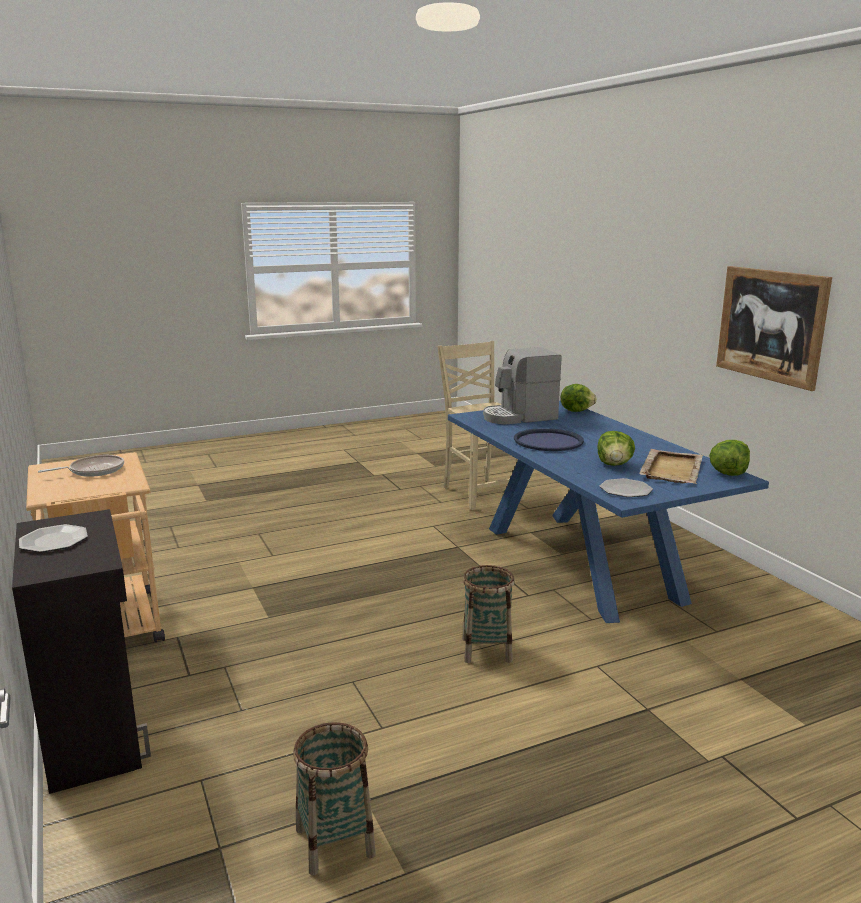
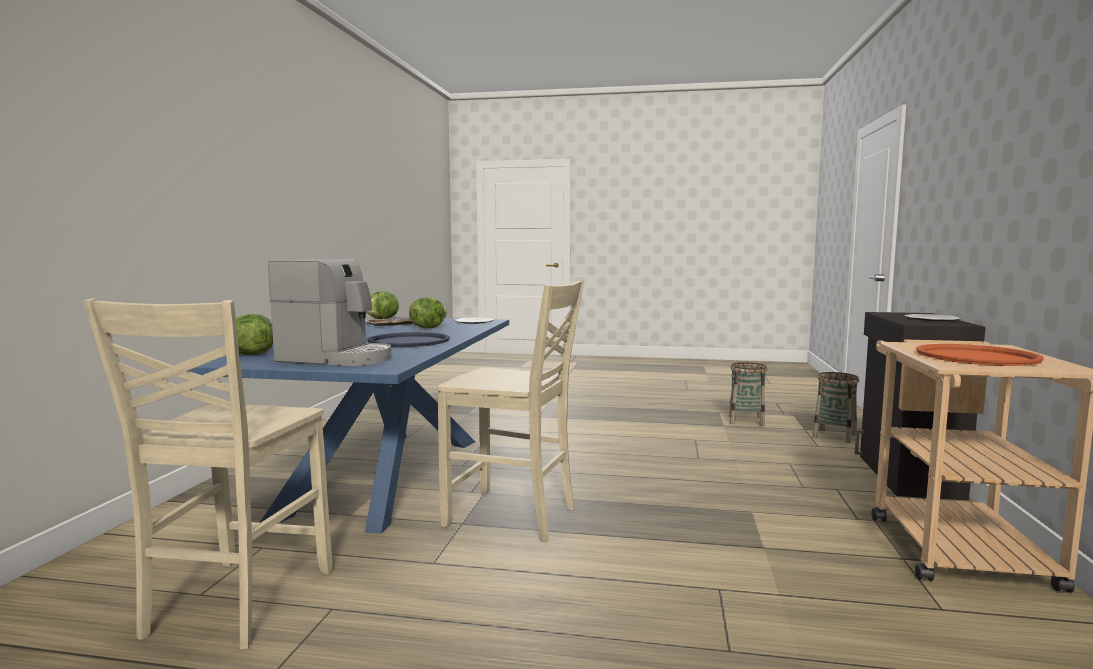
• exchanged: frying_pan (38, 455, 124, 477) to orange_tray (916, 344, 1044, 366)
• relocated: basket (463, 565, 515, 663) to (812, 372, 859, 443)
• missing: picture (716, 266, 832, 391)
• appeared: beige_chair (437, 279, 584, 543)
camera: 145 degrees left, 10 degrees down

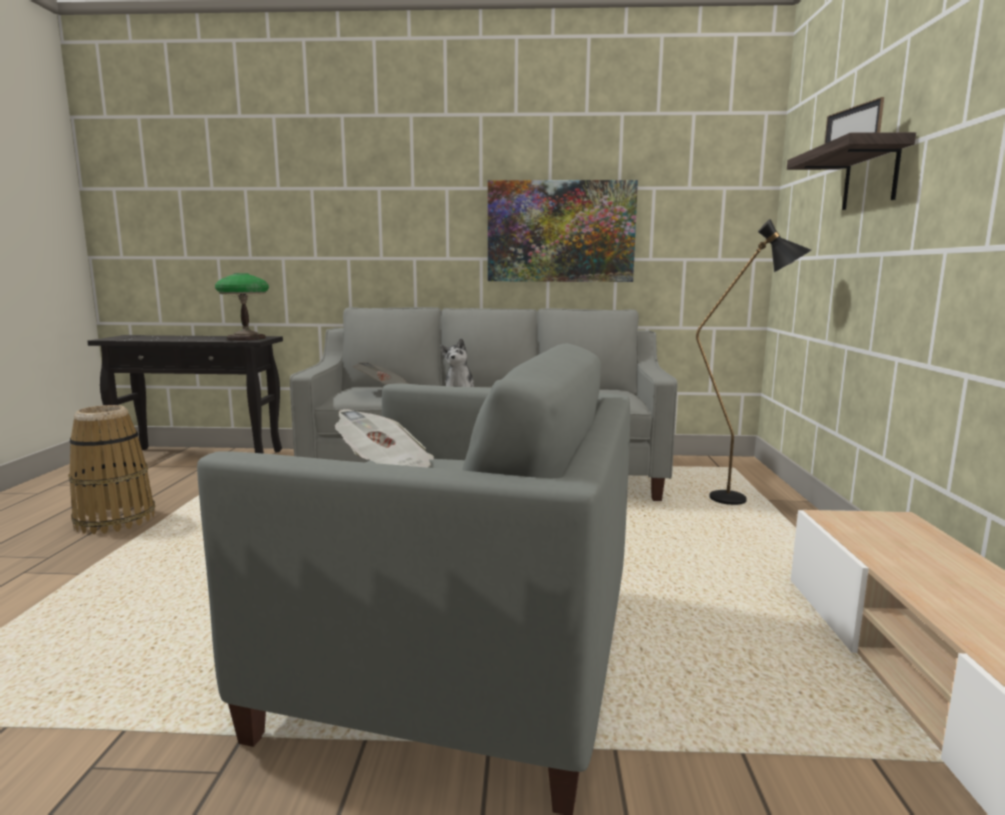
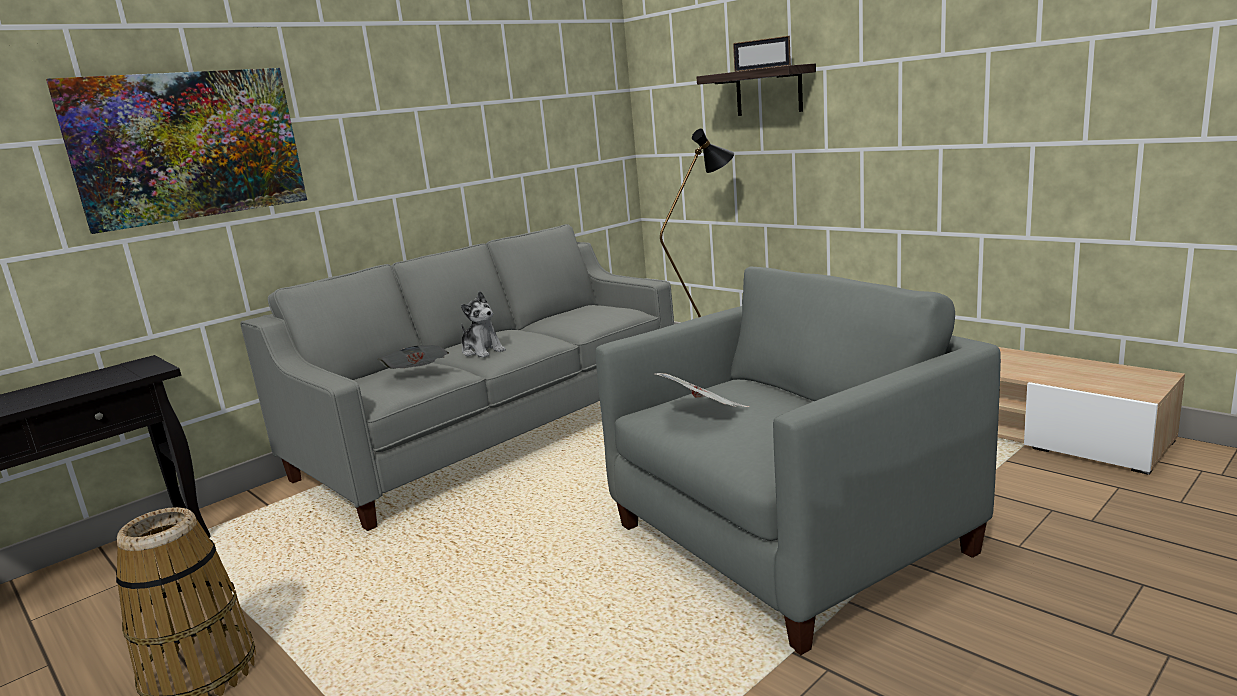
• missing: table_lamp (215, 273, 269, 341)
• relocated: picture (488, 180, 638, 282) to (46, 68, 307, 234)
camera: 45 degrees left, 5 degrees up

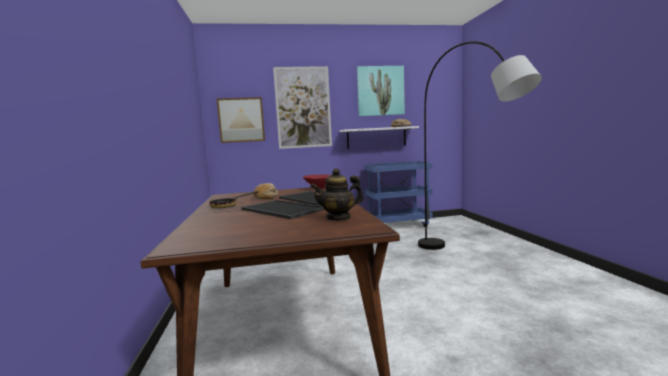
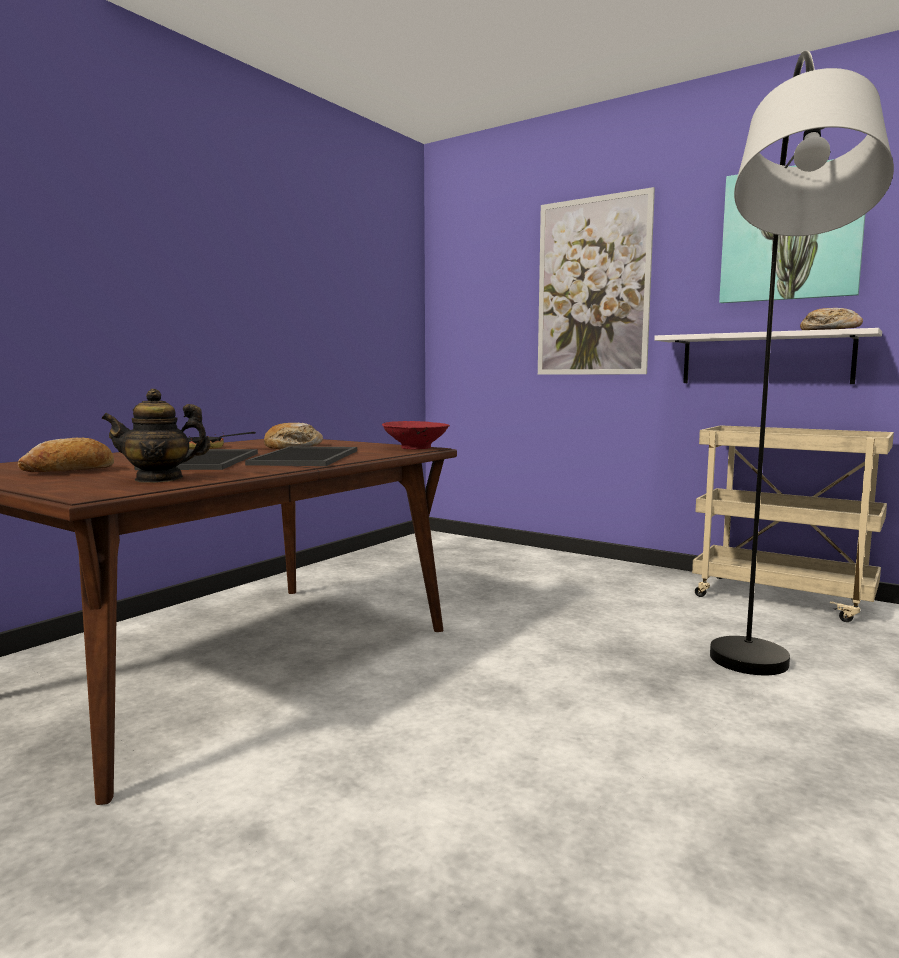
• missing: picture (217, 97, 265, 143)
• spun: teapot (310, 168, 364, 221) = (101, 389, 211, 483) 45 degrees counterclockwise
• colour: blue_cart (365, 161, 433, 227) to beige_cart (692, 425, 894, 622)
• appeared: bread (18, 437, 114, 472)
camera: 45 degrees right, 0 degrees up

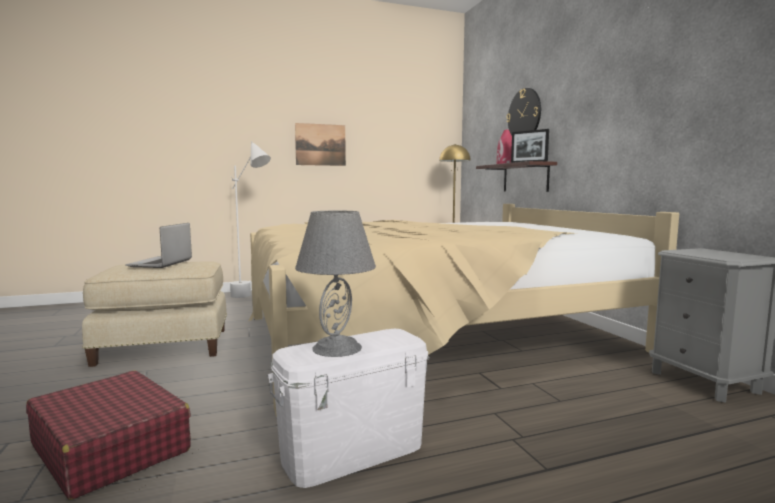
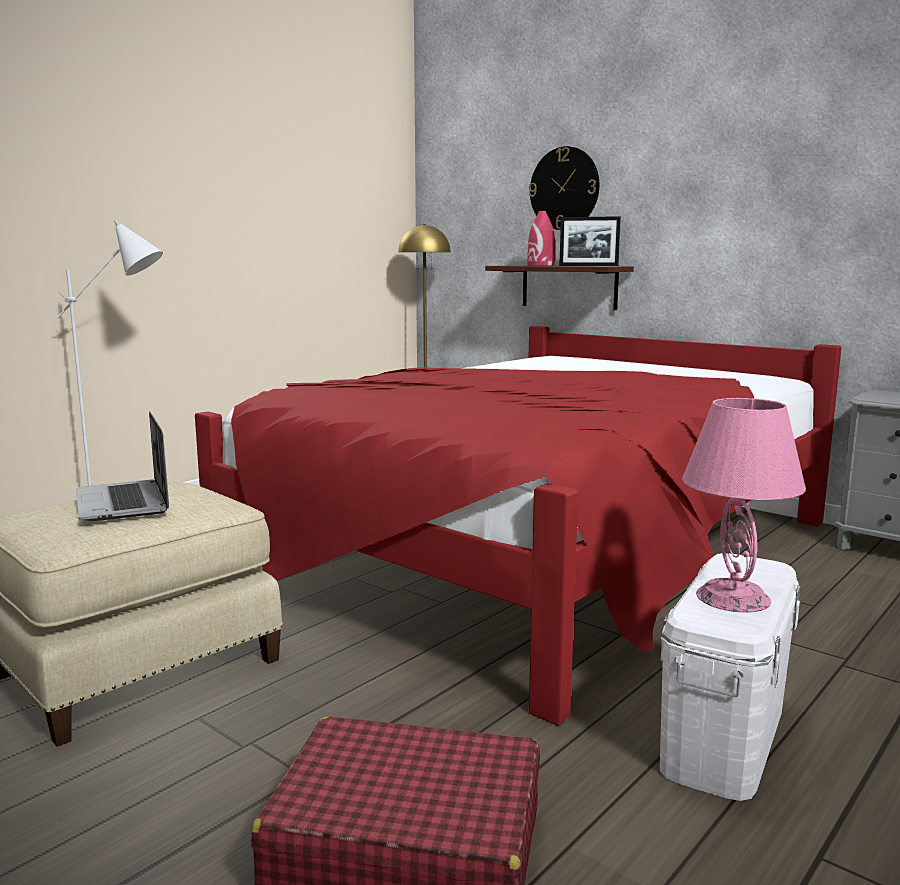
• colour: beige_bed (249, 204, 679, 417) to red_bed (195, 326, 842, 726)
• missing: picture (295, 123, 346, 166)
• colour: grey_table_lamp (295, 211, 376, 357) to pink_table_lamp (682, 398, 806, 612)
camera: 30 degrees left, 5 degrees up

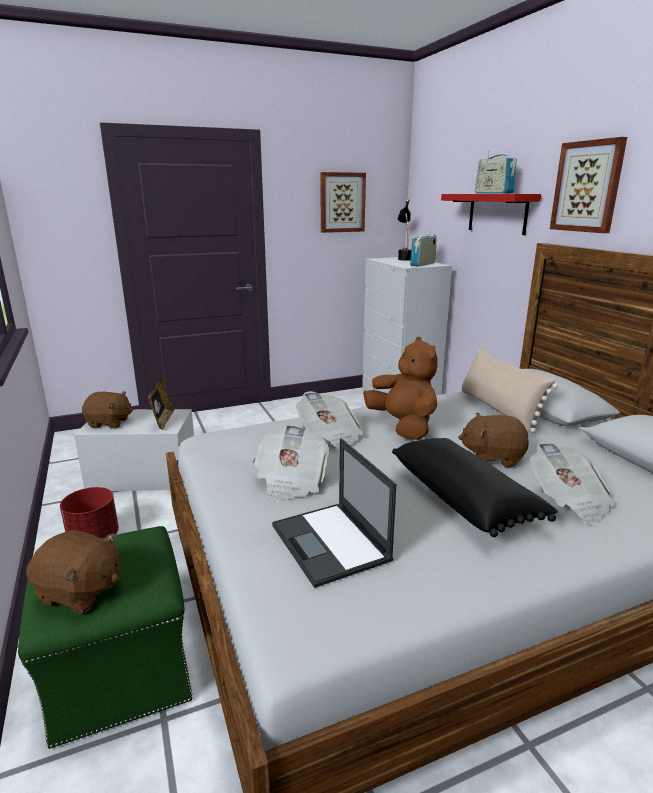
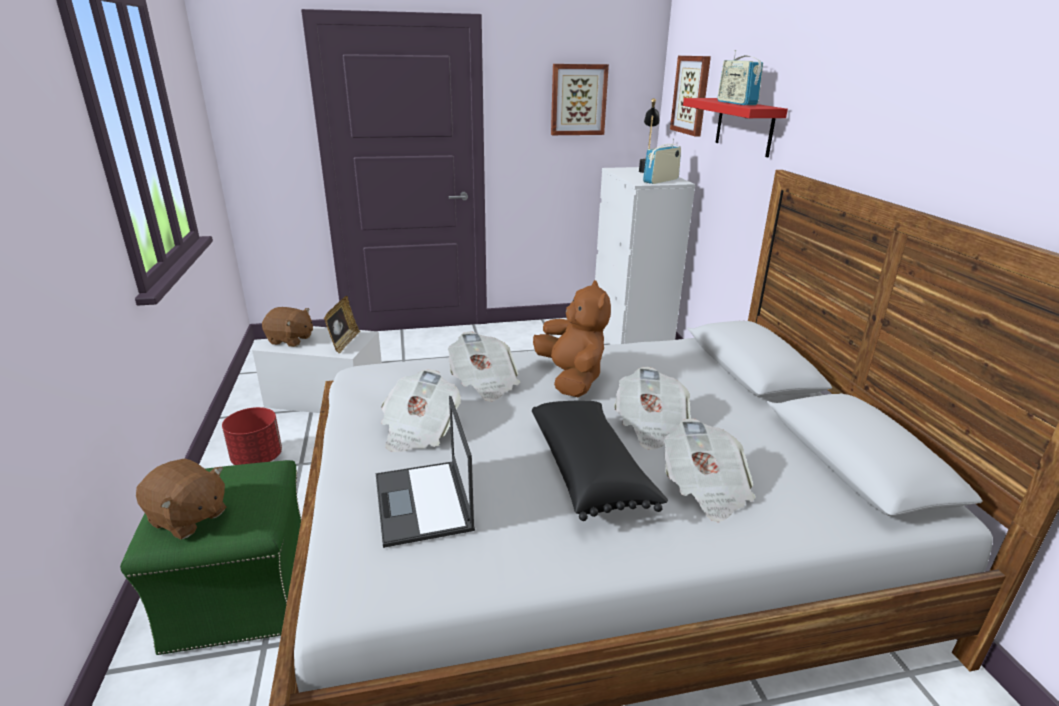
• exchanged: brown_plush_toy (458, 412, 529, 468) to newspaper (614, 367, 691, 450)
• missing: beige_pillow (461, 348, 558, 433)
• relocated: picture (550, 137, 627, 233) to (670, 56, 711, 136)
camera: 10 degrees right, 5 degrees up

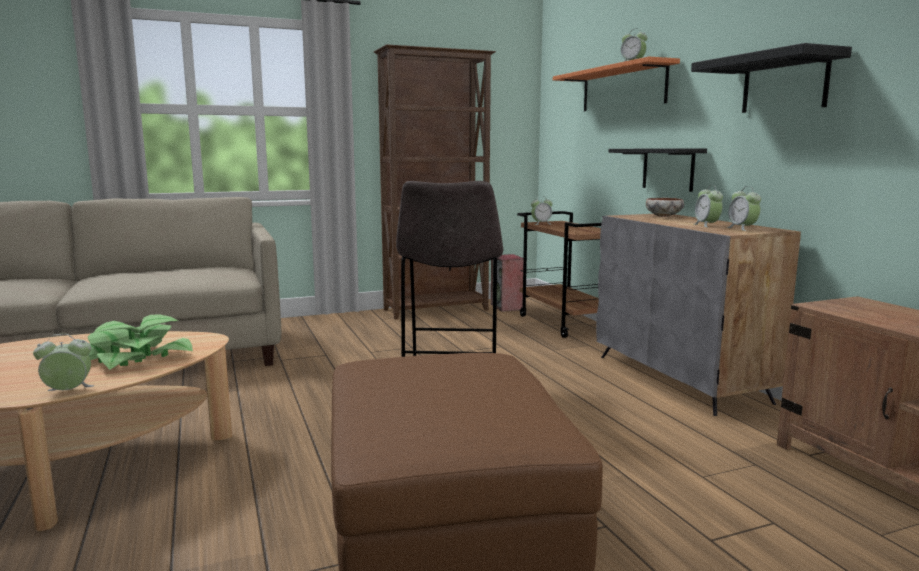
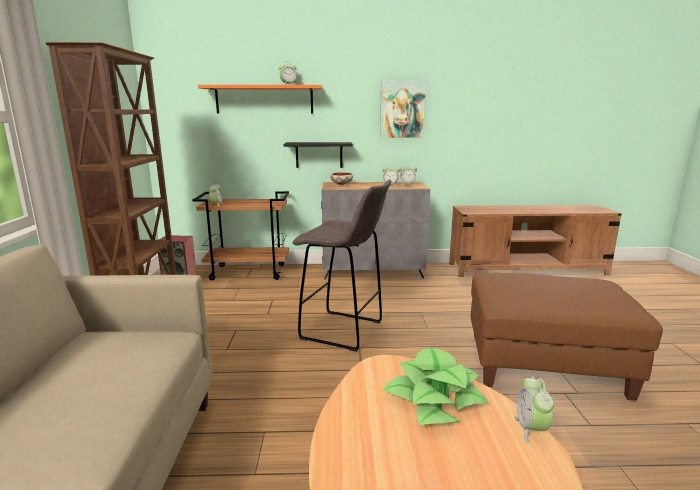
• exchanged: black_shelf (691, 43, 852, 113) to picture (380, 80, 426, 138)
camera: 70 degrees left, 5 degrees up

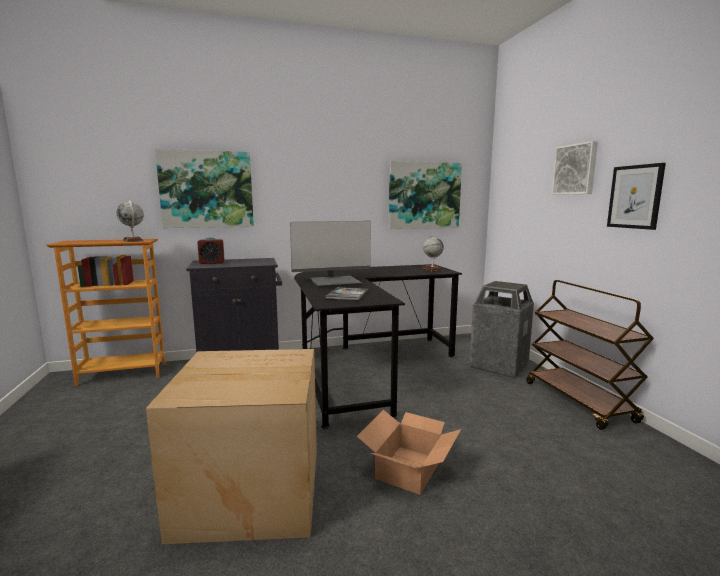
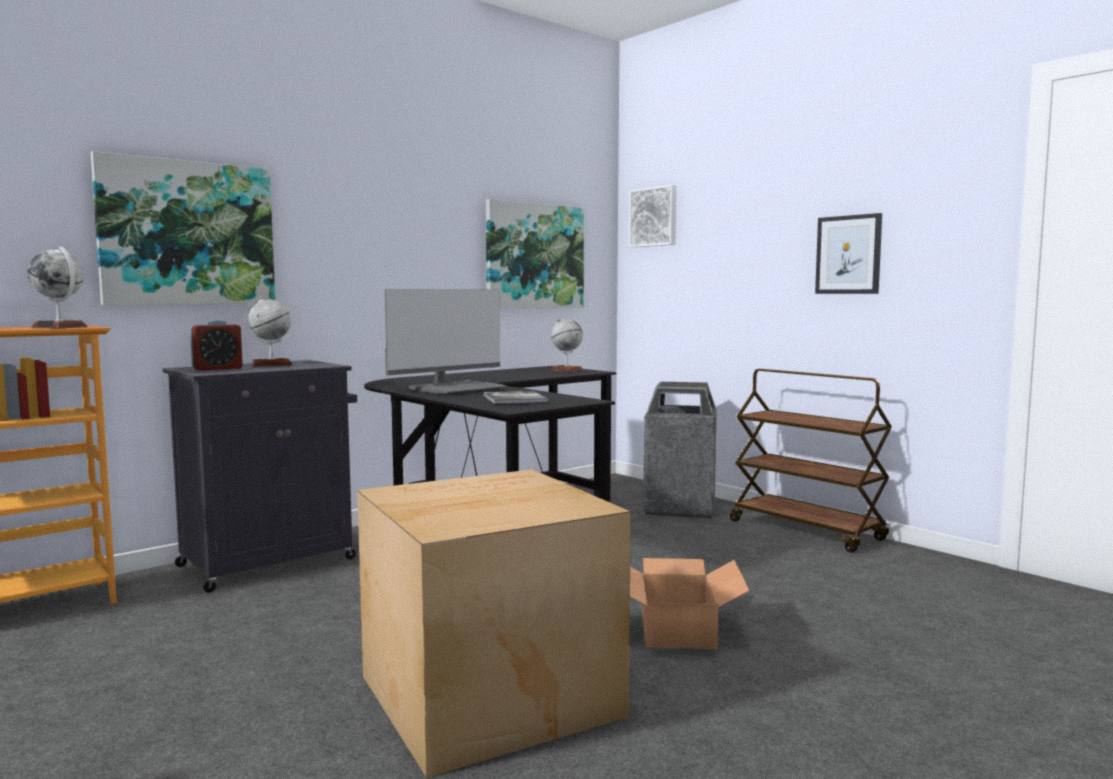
• relocated: picture (552, 141, 598, 195) to (629, 185, 677, 247)
• appeared: globe (244, 297, 293, 367)
camera: 25 degrees left, 5 degrees down

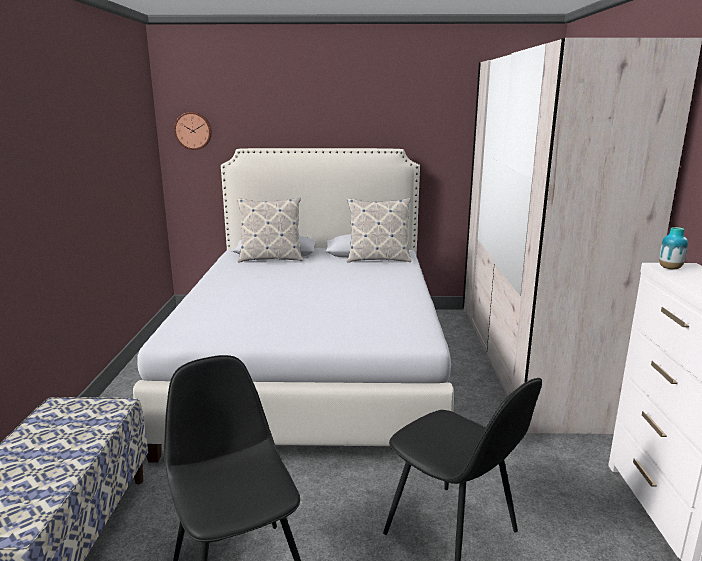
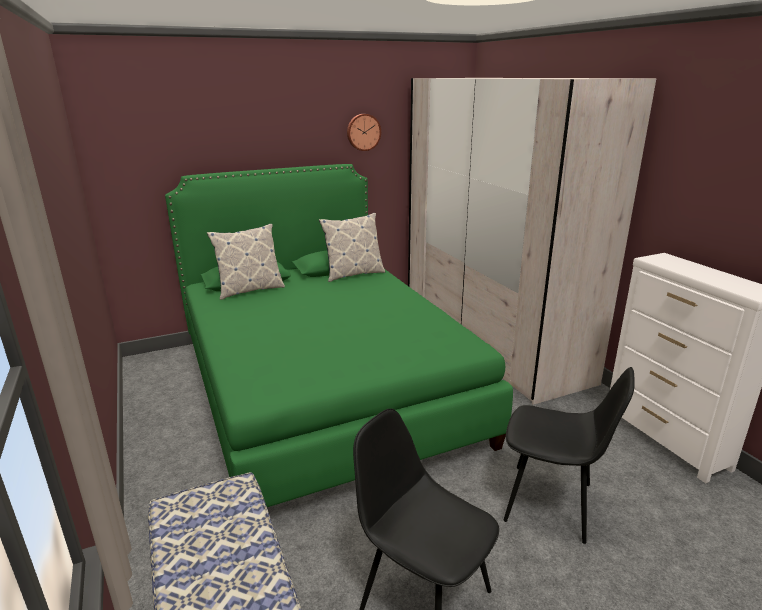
• colour: white_bed (133, 148, 454, 463) to green_bed (165, 164, 513, 507)
• relocated: wall_clock (174, 112, 212, 150) to (347, 114, 381, 151)
• missing: vase (659, 227, 688, 270)
camera: 25 degrees left, 5 degrees up

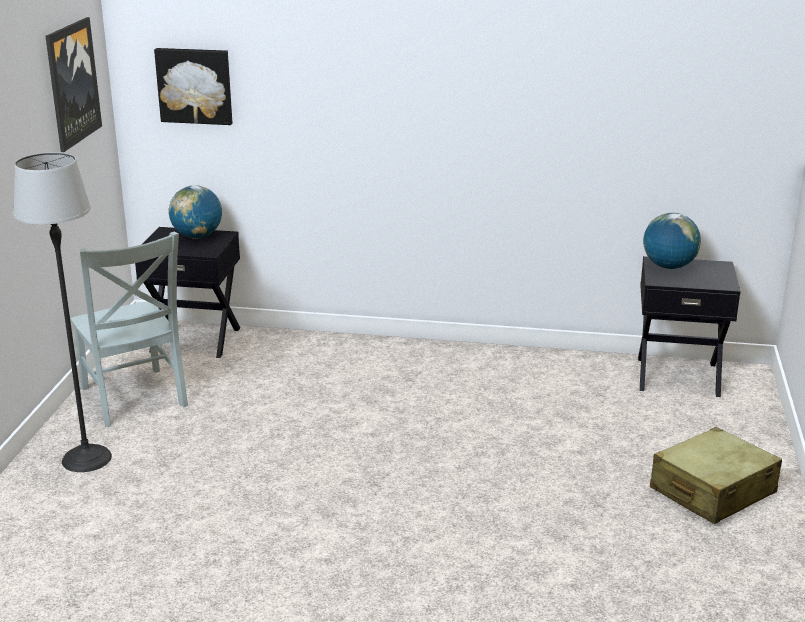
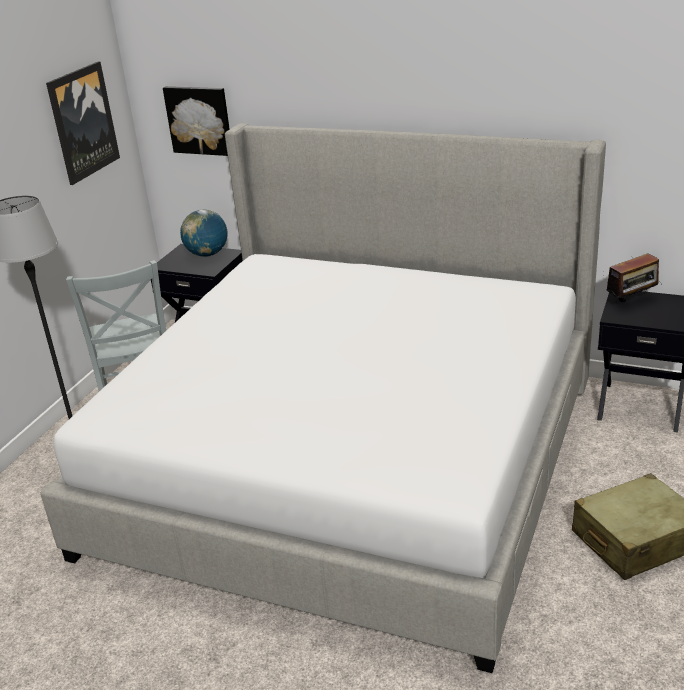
• exchanged: globe (643, 213, 701, 269) to radio (607, 253, 661, 303)
• appeared: bed (40, 123, 606, 673)
camera: 15 degrees right, 5 degrees up

